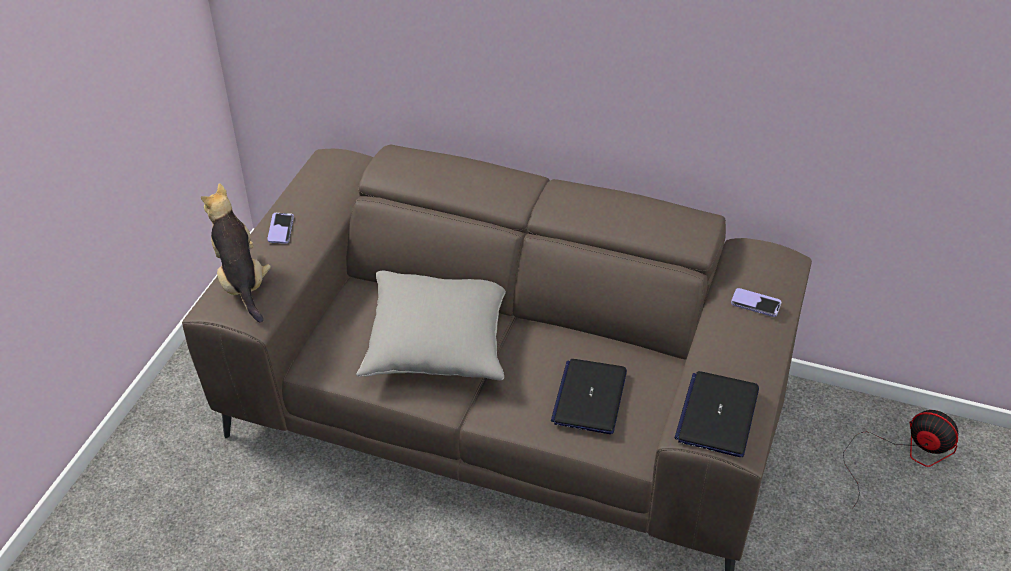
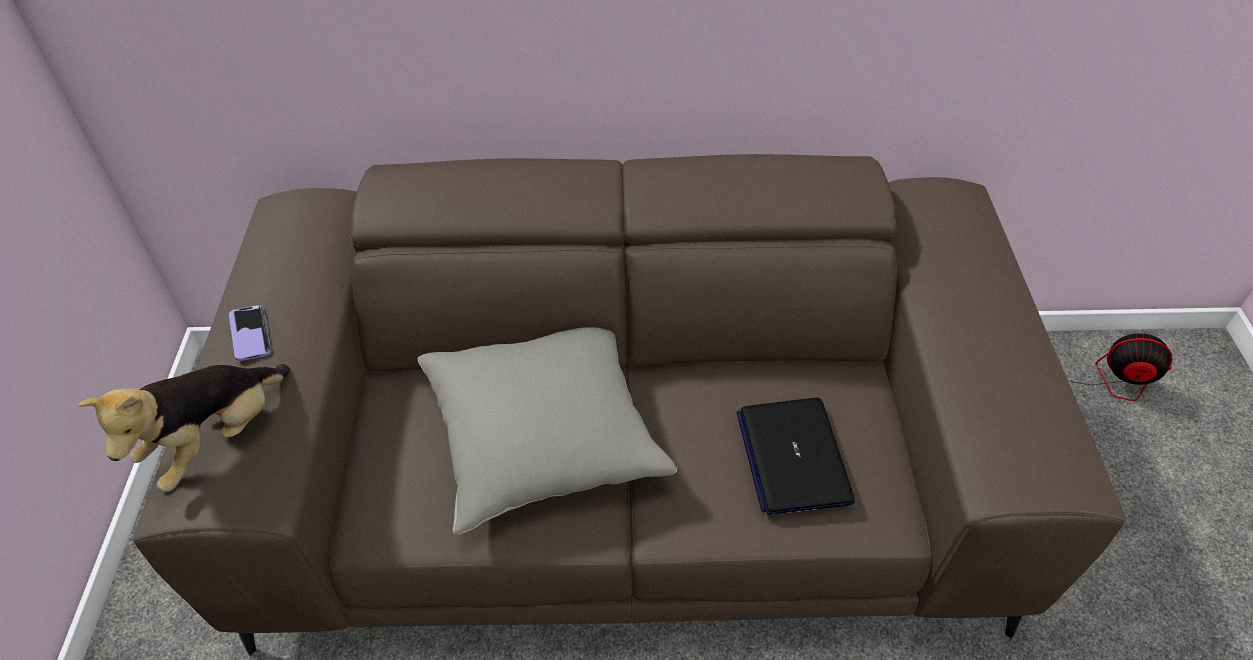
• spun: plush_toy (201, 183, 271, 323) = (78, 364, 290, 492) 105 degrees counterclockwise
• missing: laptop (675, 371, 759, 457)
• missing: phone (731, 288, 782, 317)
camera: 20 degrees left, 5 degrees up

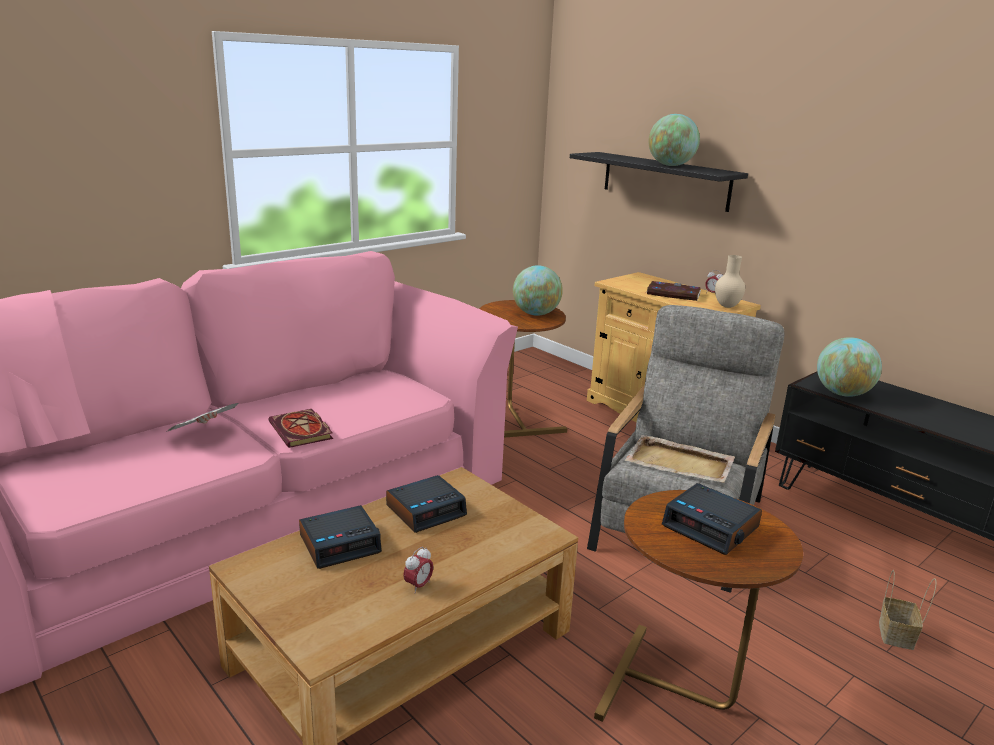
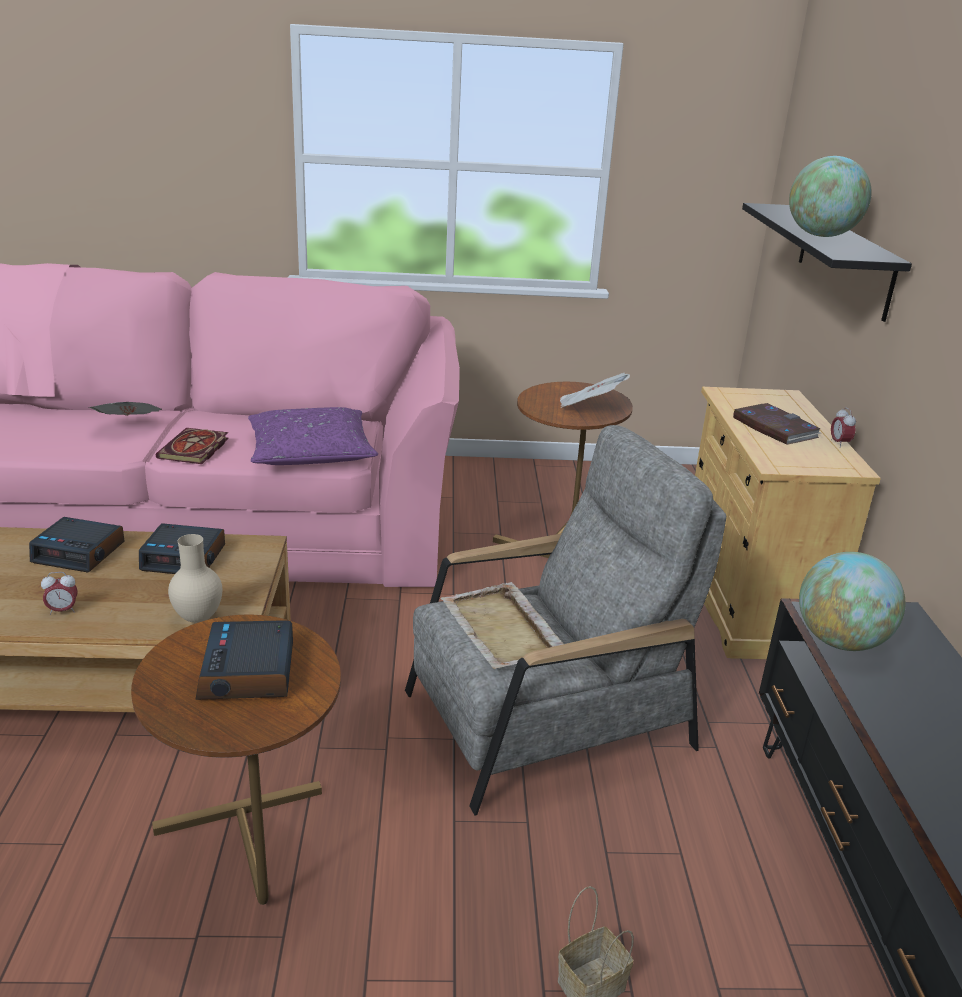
• exchanged: globe (513, 265, 563, 316) to newspaper (560, 373, 630, 408)
• relocated: beige_vase (715, 255, 745, 308) to (168, 534, 222, 623)
• appeared: purple_pillow (248, 407, 378, 465)
camera: 40 degrees right, 5 degrees up

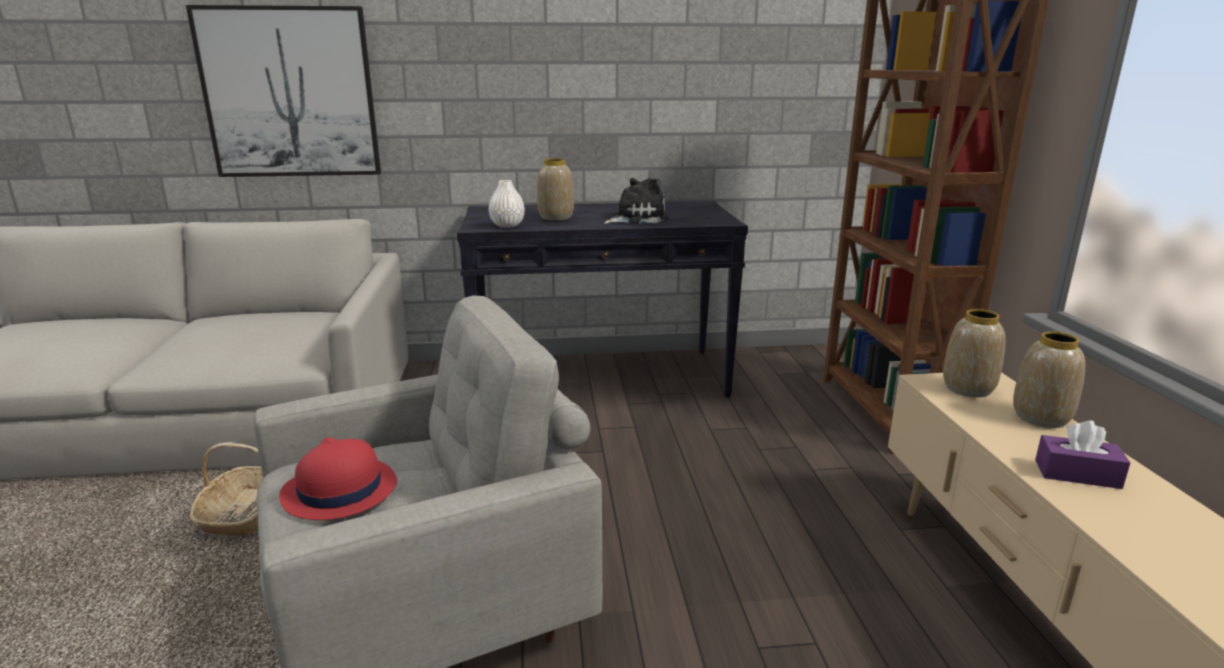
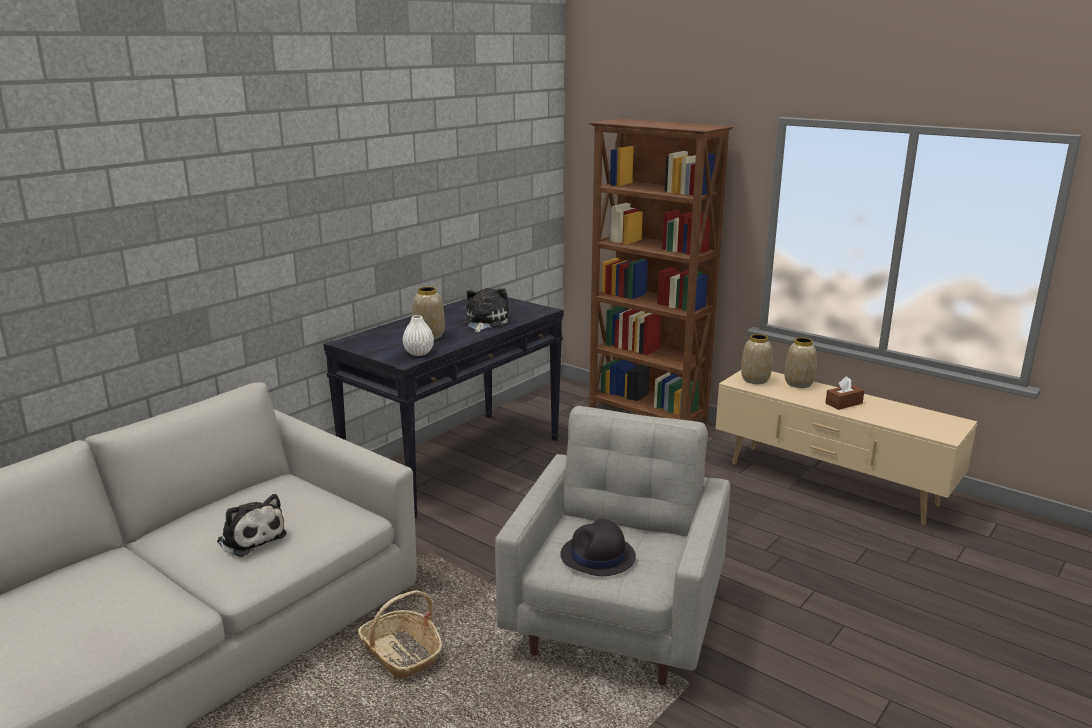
• missing: picture (186, 5, 381, 177)
• colour: red_hat (279, 437, 397, 520) to black_hat (560, 519, 636, 576)
• colour: purple_tissue_box (1035, 420, 1130, 489) to brown_tissue_box (825, 376, 864, 410)
• appeared: plush_toy (217, 494, 287, 557)
camera: 45 degrees left, 0 degrees up

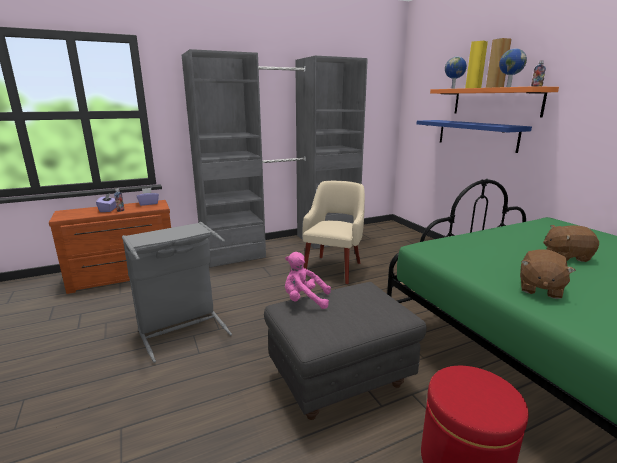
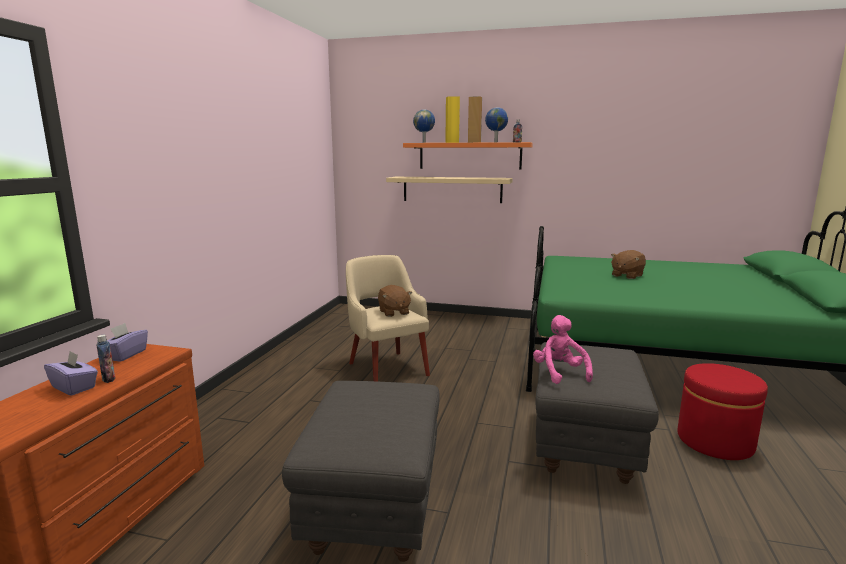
• exchanged: grey_laundry_basket (122, 222, 232, 363) to grey_ottoman (282, 381, 440, 562)
• missing: grey_wardrobe (182, 49, 368, 267)
• spun: pink_plush_toy (285, 252, 331, 309) = (533, 315, 593, 384) 120 degrees clockwise
• colour: blue_shelf (417, 120, 532, 153) to beige_shelf (386, 177, 513, 203)
• relocated: brown_plush_toy (520, 249, 576, 299) to (378, 285, 412, 317)
camera: 50 degrees left, 5 degrees down

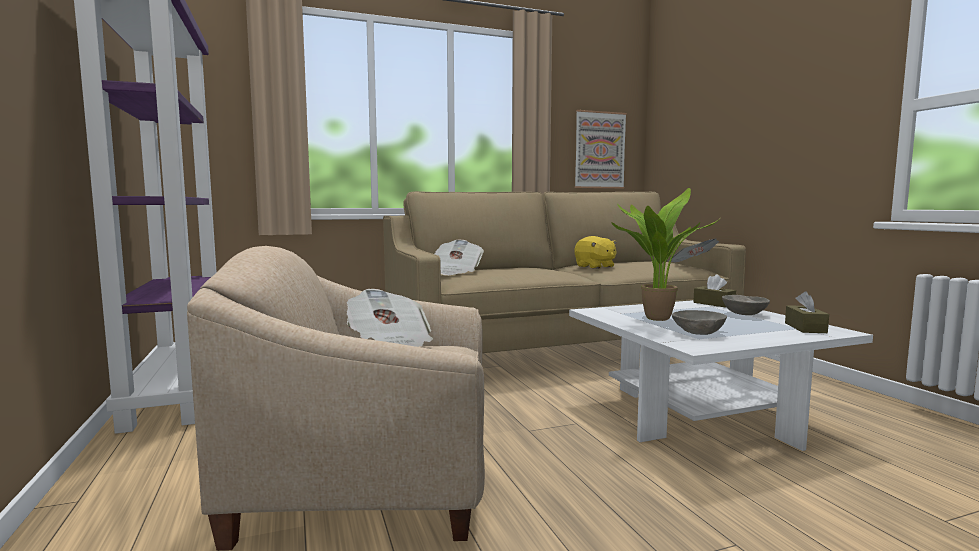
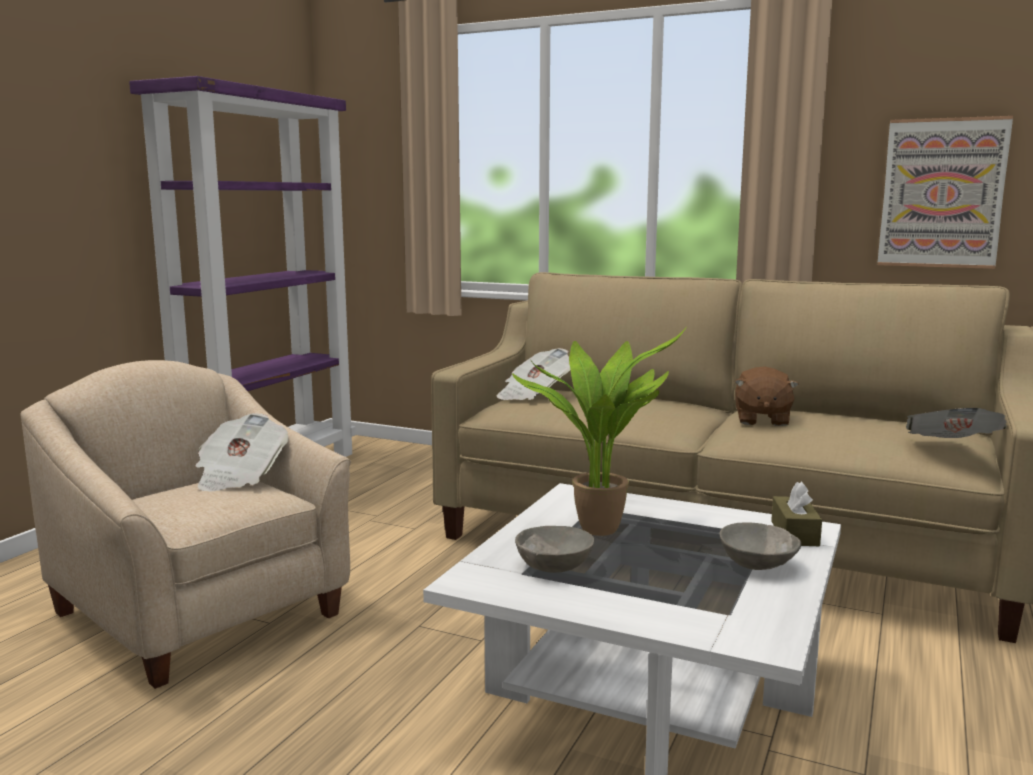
• colour: yellow_plush_toy (574, 236, 617, 269) to brown_plush_toy (735, 366, 799, 426)
• missing: brown_tissue_box (785, 291, 829, 333)
camera: 45 degrees right, 5 degrees up

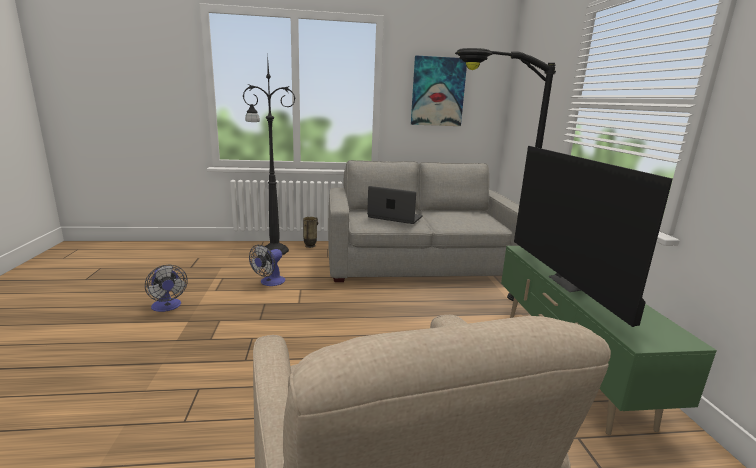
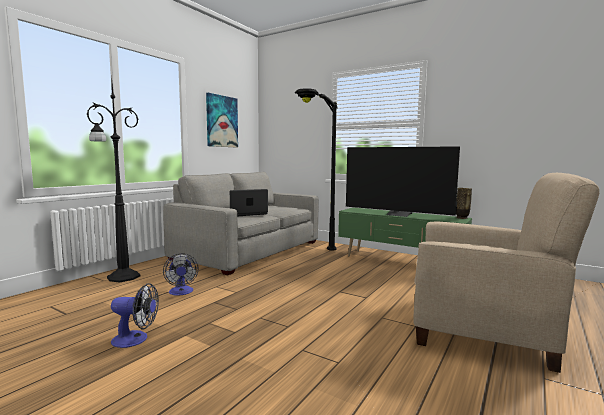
• relocated: vase (303, 217, 318, 248) to (456, 188, 472, 219)
camera: 50 degrees left, 10 degrees down

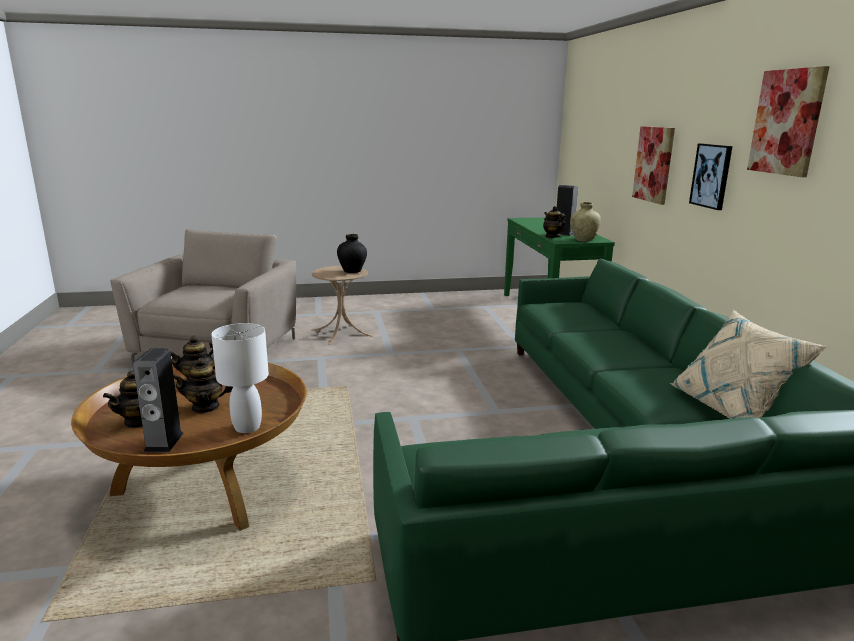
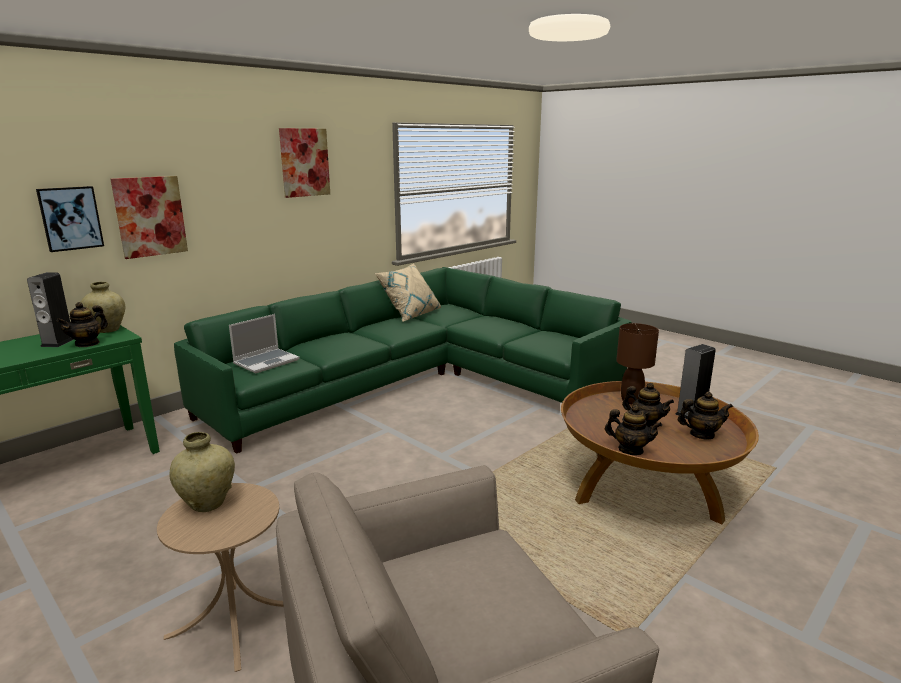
• colour: white_table_lamp (211, 323, 269, 433) to brown_table_lamp (616, 323, 659, 404)
• colour: black_vase (337, 234, 367, 273) to beige_vase (170, 432, 235, 512)
• relocated: picture (689, 143, 732, 210) to (36, 186, 104, 252)
• appeared: laptop (229, 314, 300, 373)
camera: 125 degrees left, 0 degrees up

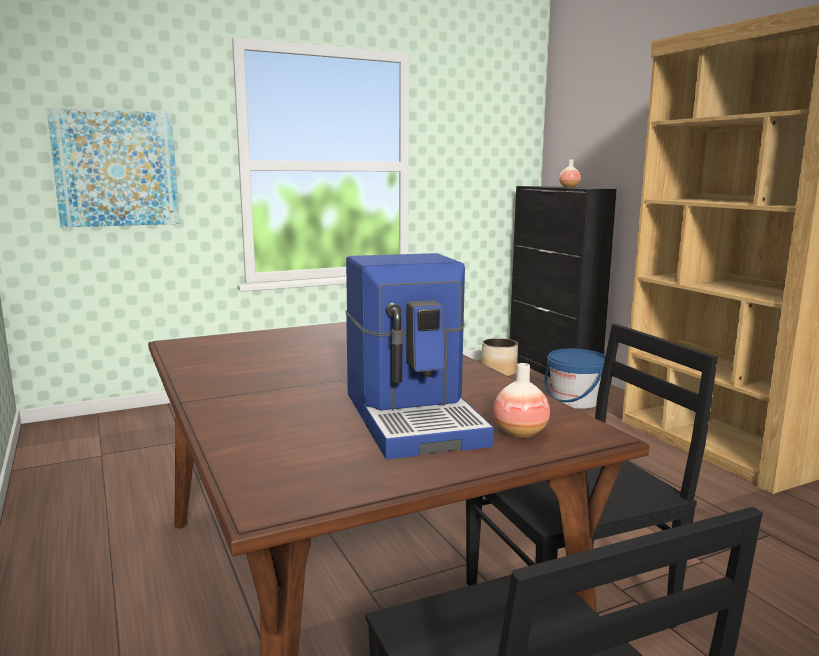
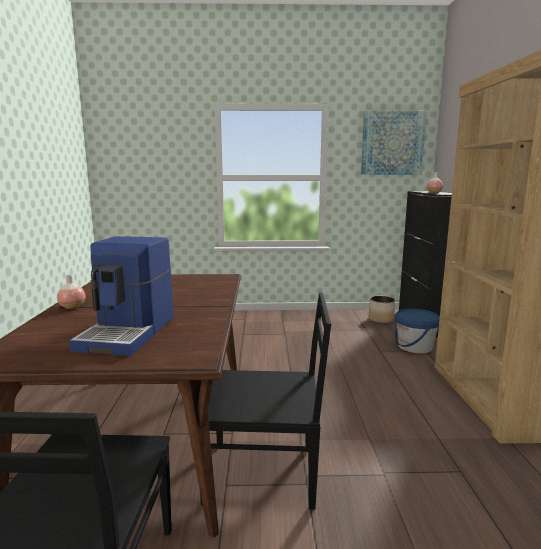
• relocated: picture (47, 108, 180, 227) to (361, 111, 427, 175)
• relocated: vase (493, 363, 550, 438) to (57, 275, 86, 309)
camera: 25 degrees right, 0 degrees up

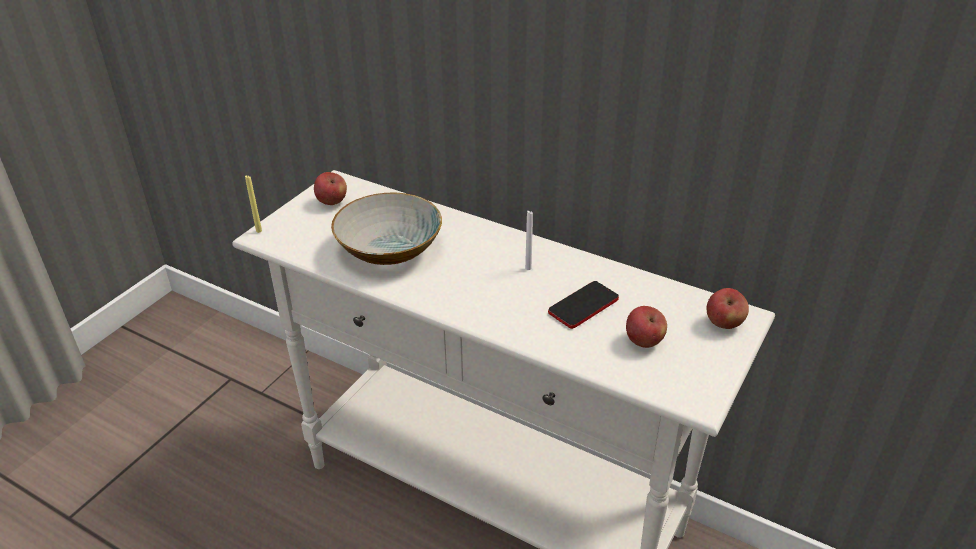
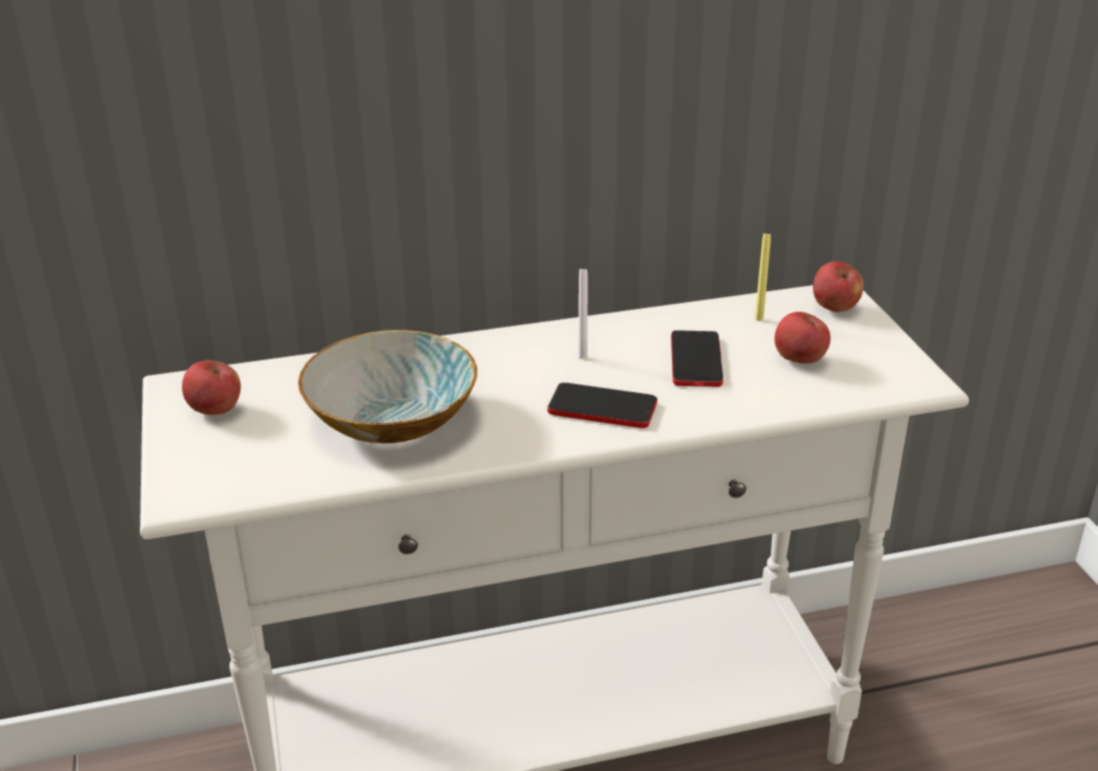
• relocated: yellow_candle (245, 175, 262, 233) to (755, 231, 771, 320)
• appeared: phone (547, 383, 657, 428)
camera: 45 degrees left, 5 degrees down

